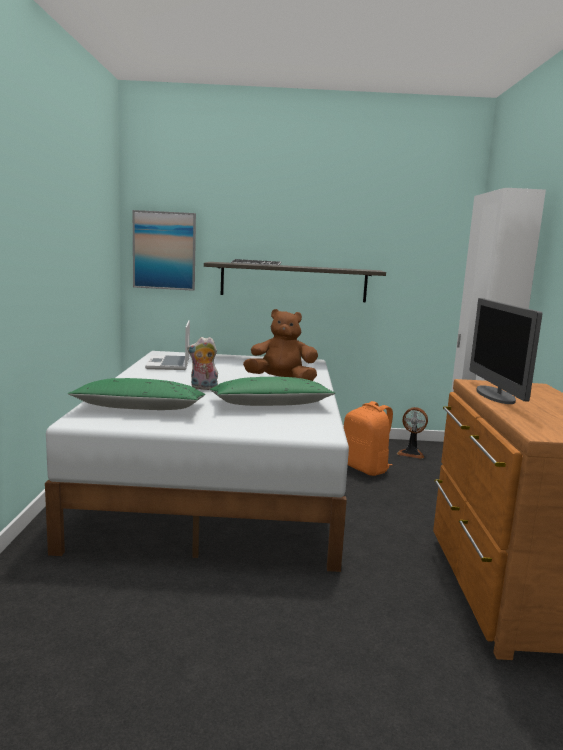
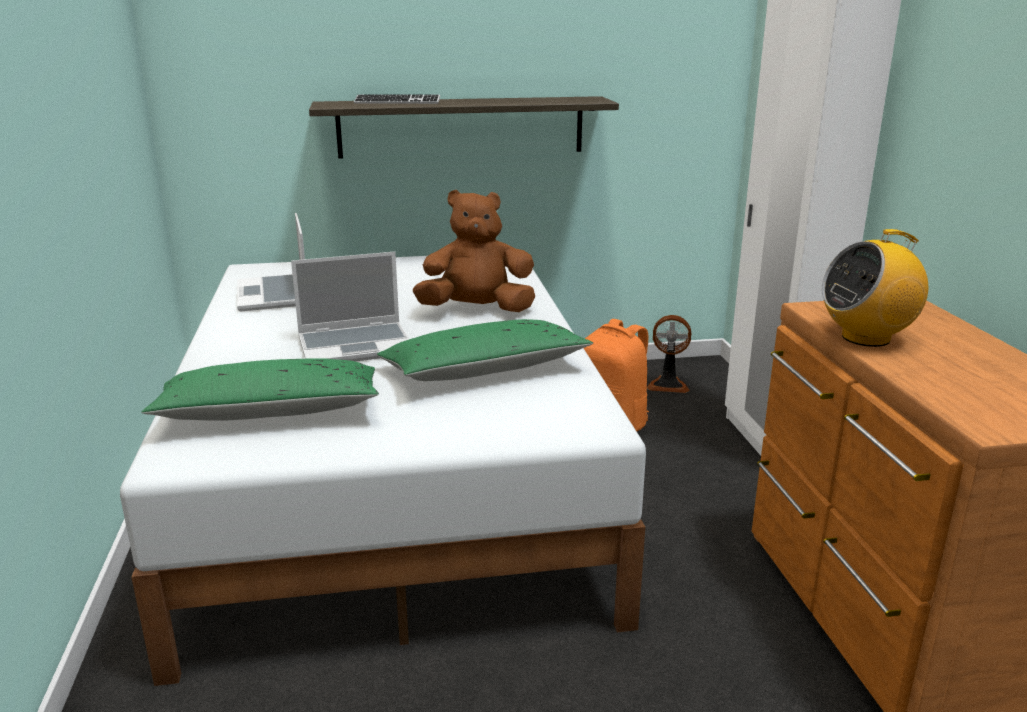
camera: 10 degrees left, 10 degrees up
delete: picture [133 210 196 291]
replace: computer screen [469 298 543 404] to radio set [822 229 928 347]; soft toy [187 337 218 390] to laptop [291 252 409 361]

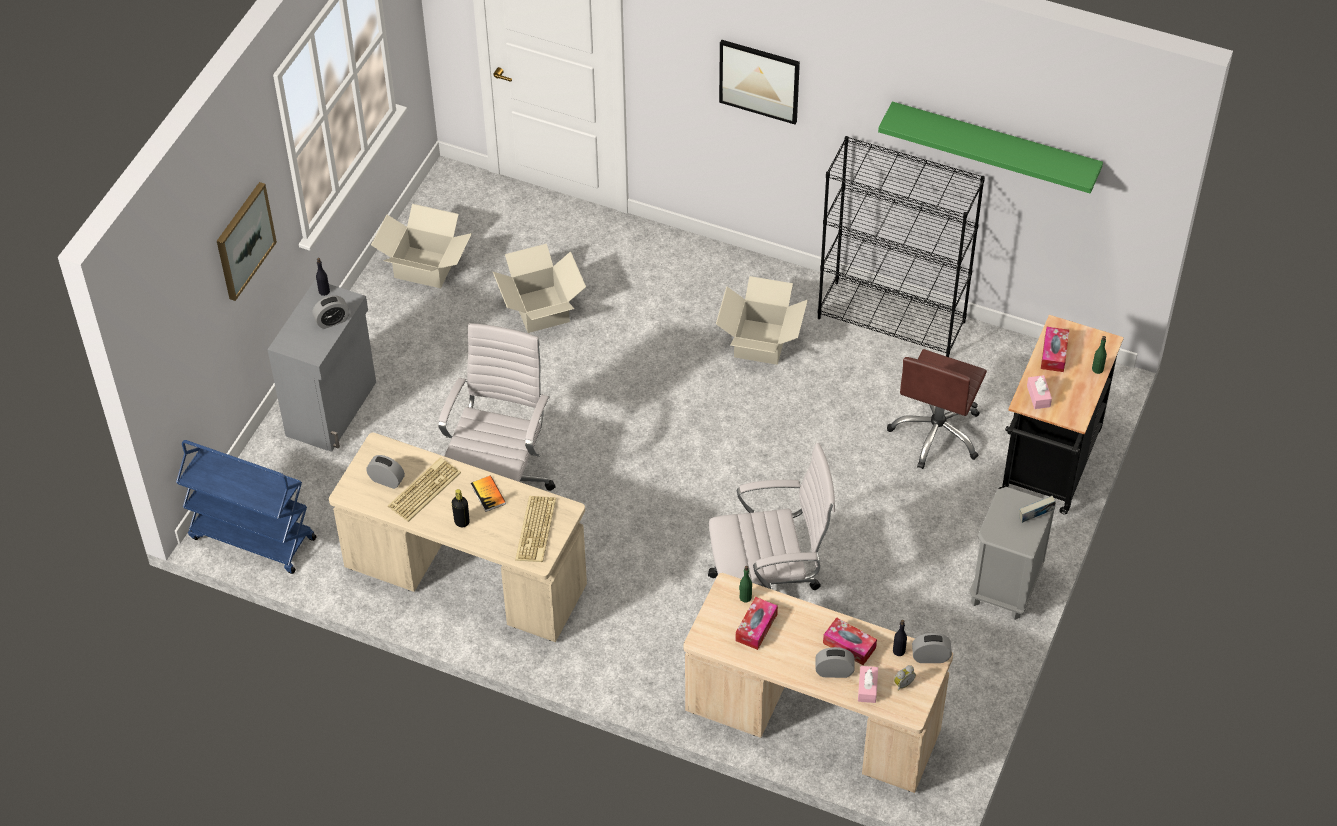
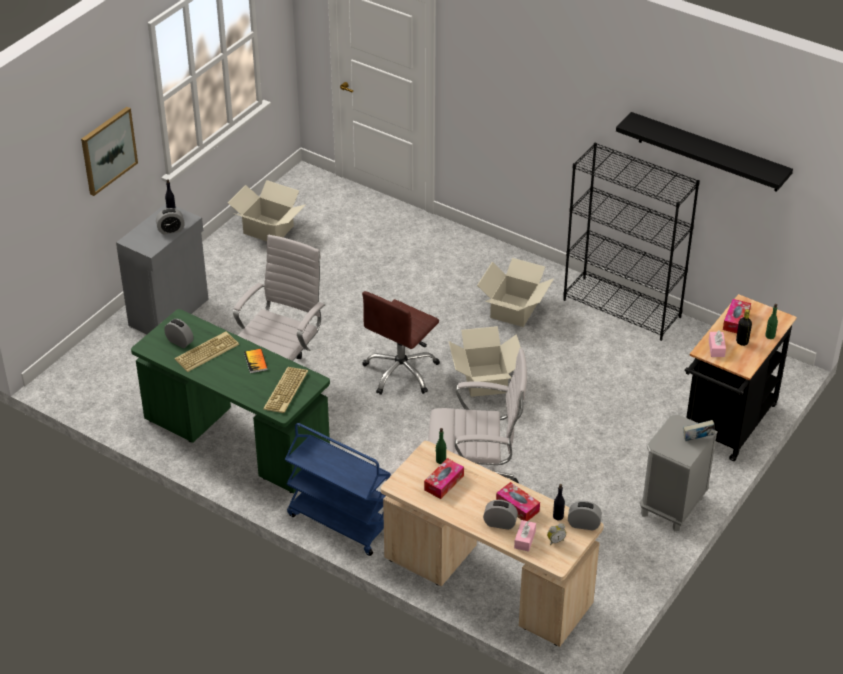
camera: 10 degrees right, 10 degrees down
delete: picture [719 40 800 125]
move: cardboard box [493 244 586 333] to [449 326 521 397]; office chair (brown-coloured) [887 349 987 469] to [362 291 440 395]; trolley (blue-coloured) [176 440 316 574] to [285 423 391 556]; beverage bottle (black) [452 489 470 527] to [736 309 752 346]
recolor: shelf (green) [878 101 1103 194] to shelf (black) [616 112 793 192]; desk unit (sand-coloured) [329 433 587 642] to desk unit (green) [131 309 330 494]

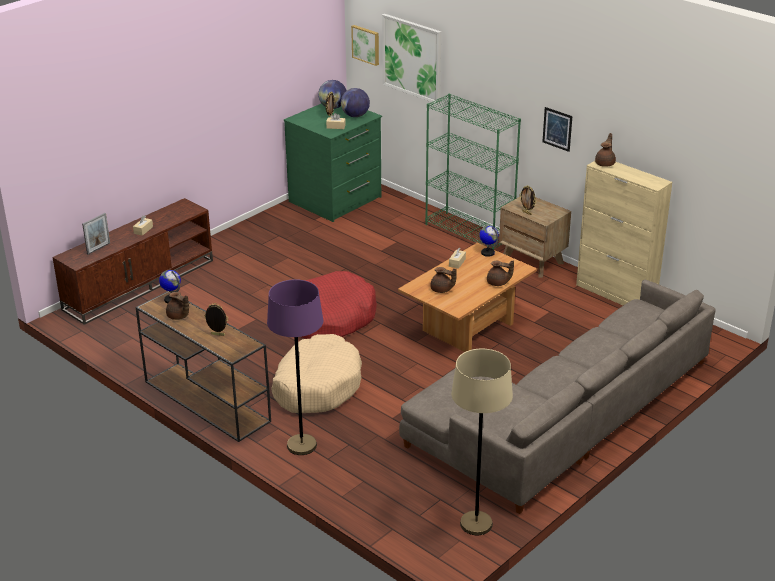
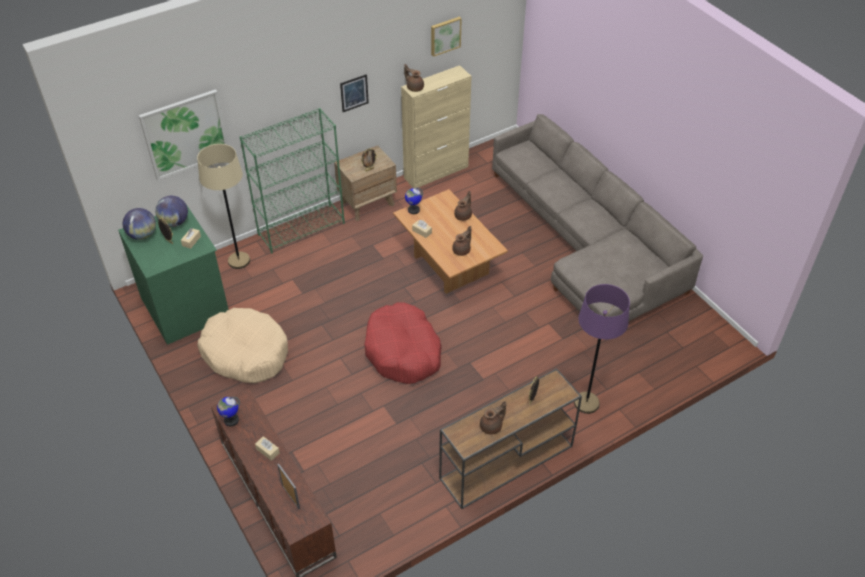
camera: 75 degrees left, 15 degrees up
move: picture [351 25 379 66] to [431 17 462 57]; world globe [159 270 181 304] to [217 397 240 427]; dog cushion (sand-coloured) [271 334 362 413] to [197 308 288 383]; standard lamp (sand-coloured) [451 349 513 535] to [197 144 250 269]

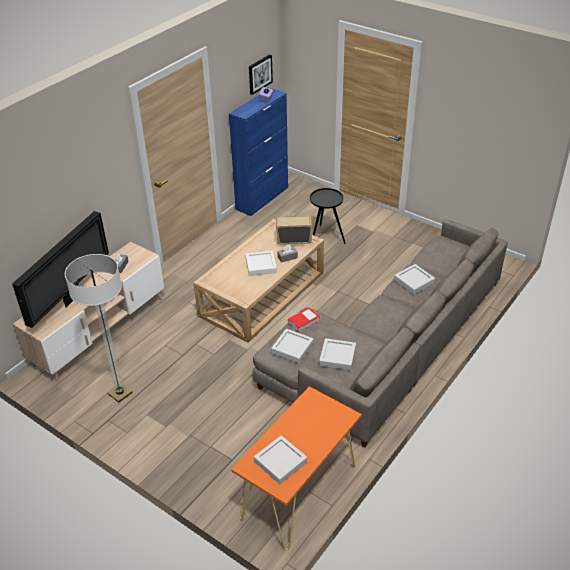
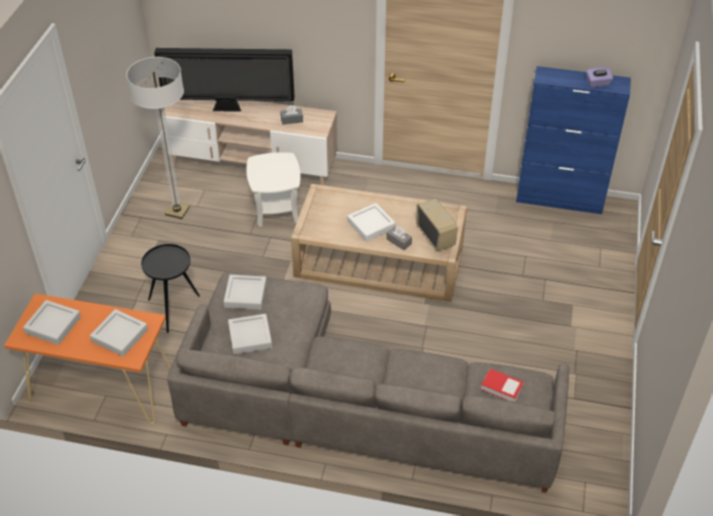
camera: 65 degrees right, 5 degrees up
delete: picture [249 54 273 95]
insert: end table (white-coloured) [246 152 300 227]
move: end table (black) [310 188 346 244] to [141 244 200 333]; carrying tray (gray) [394 264 435 295] to [90 309 148 357]; bound book [288 307 320 332] to [480 368 524 402]

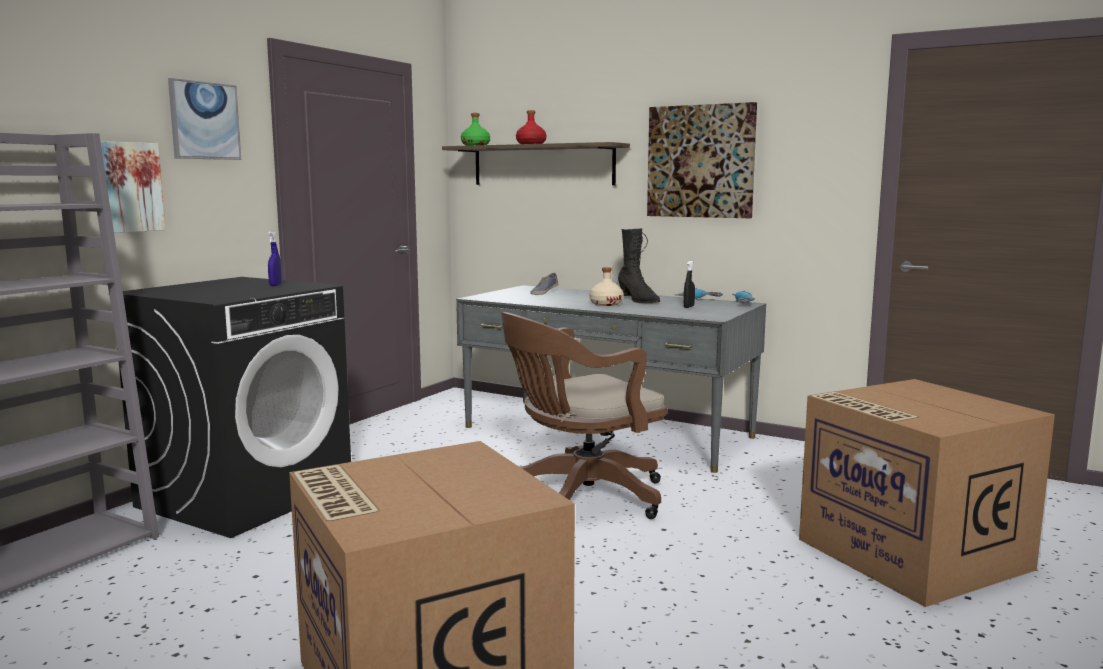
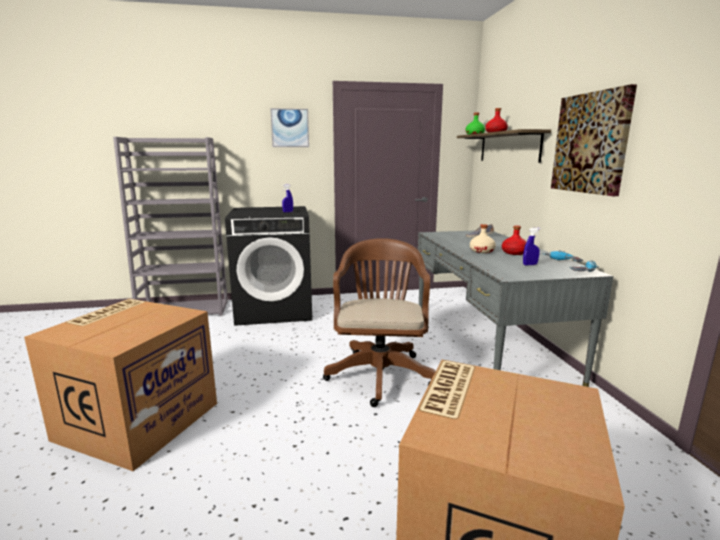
camera: 50 degrees right, 5 degrees up
delete: picture [100 141 166 233]
replace: high-top boot (black) [618 229 660 303] to beverage bottle (reddish) [502 226 527 255]
recolor: sprayer (black) [684 260 695 308] to sprayer (blue-coloured) [523 228 540 265]
rotate: office chair (brown-coloured) [501 312 667 519] = [323 238 436 407] 75 degrees clockwise

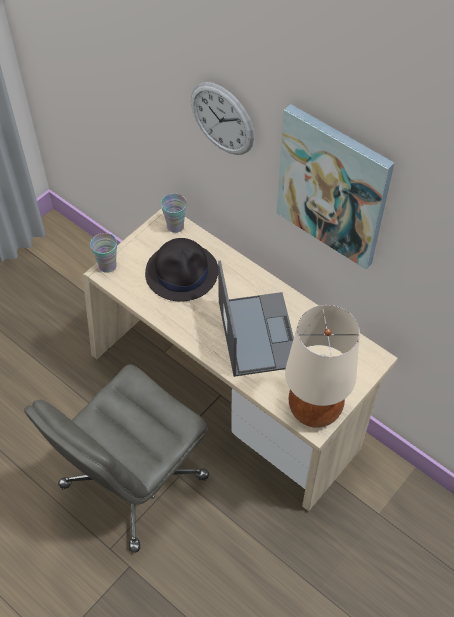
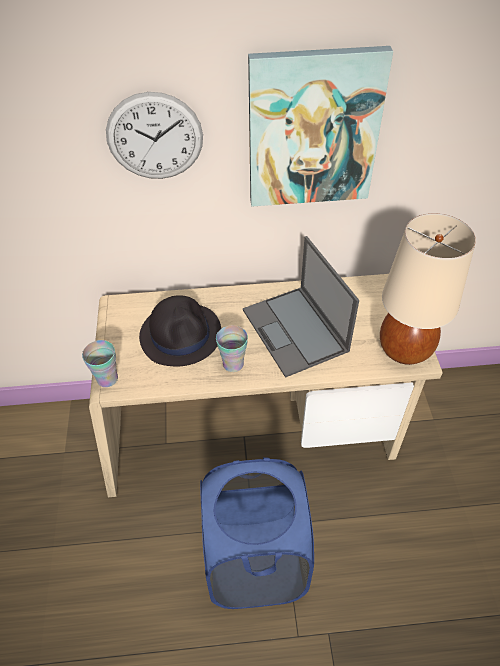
camera: 45 degrees left, 5 degrees down
move: small cup [161 194 187 233] to [216 325 248 372]
replace: office chair (gray) [24 364 209 553] to hamper (blue-coloured) [200 457 314 609]
rotate: laptop [218 261 294 377] = [243 236 359 378] 150 degrees counterclockwise

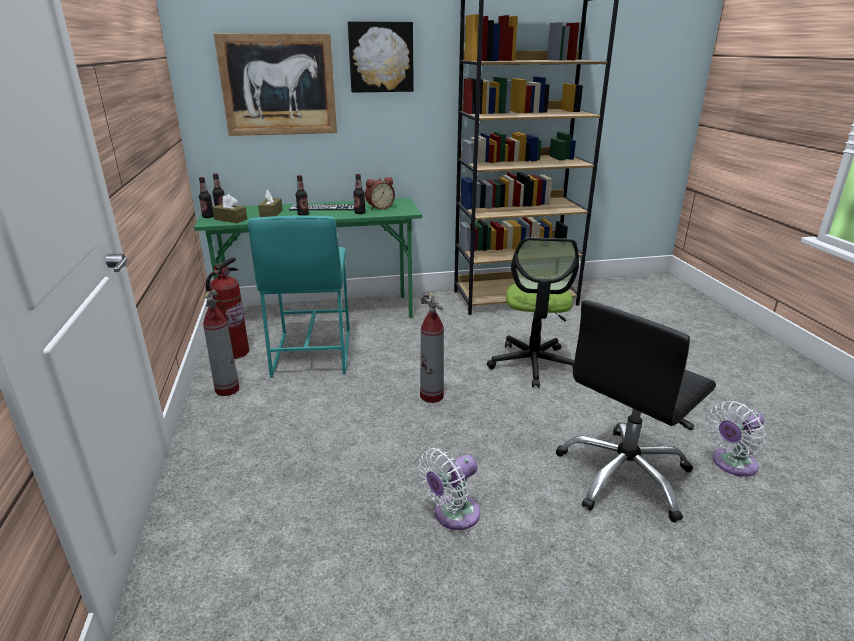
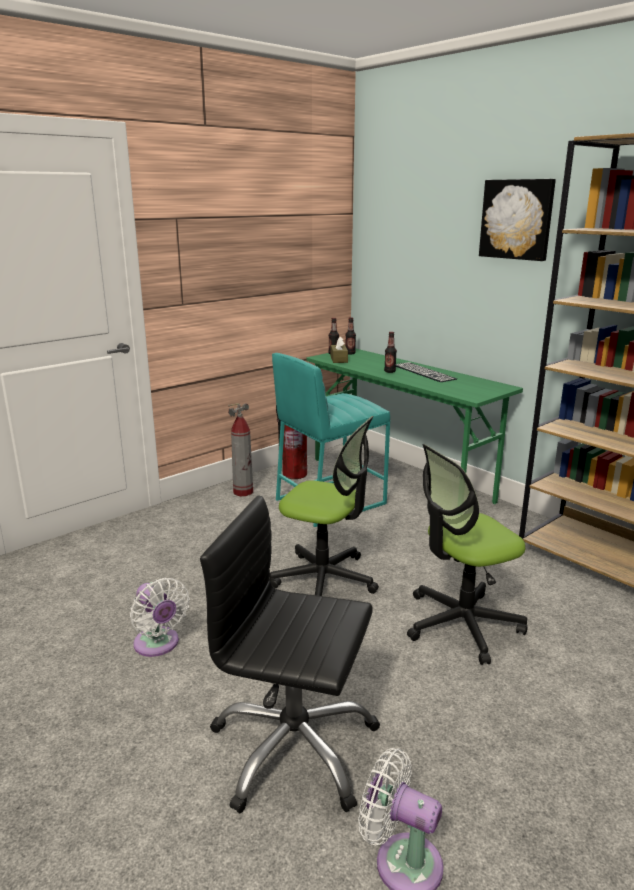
camera: 60 degrees right, 5 degrees down
delete: picture [214 33 337 136]; beverage bottle [353 174 366 214]; alarm clock [365 177 395 210]; box of tissues (brown-coloured) [258 190 283 217]
replace: fire-fighting cylinder [420 291 444 403] to office chair [270 416 379 596]
rotate: electric fan (white-coloured) [419 448 480 530] = [130 578 190 657] 150 degrees counterclockwise

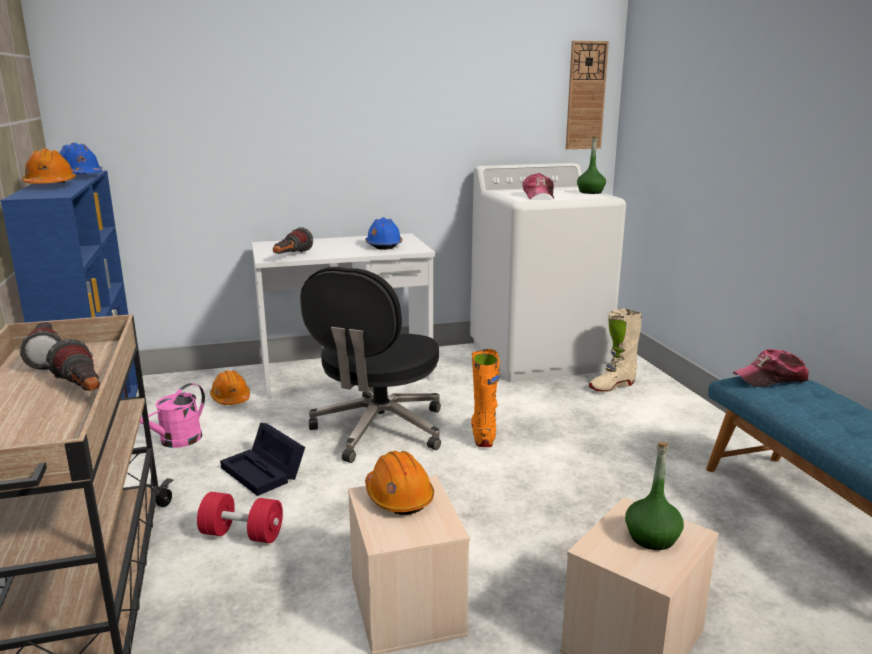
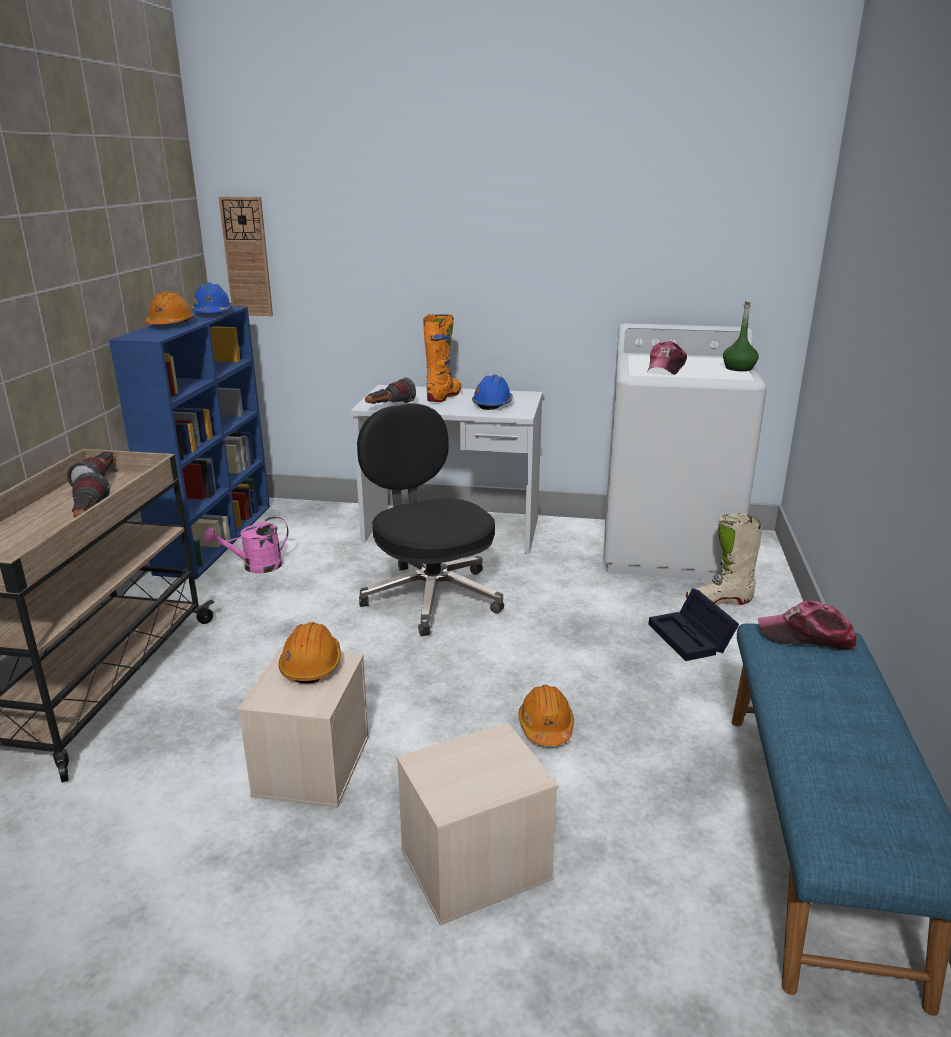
camera: 25 degrees right, 5 degrees up
delete: beverage bottle (green) [625 442 684 550]; dumbbell (reddish) [197 492 283 543]
move: wall clock [566 41 609 149] to [219 197 273 316]; high-top boot (orangey) [471 349 500 447] to [423 314 461 402]; work helmet (orangey) [210 370 250 405] to [519 685 574 746]; storage box (black) [220 423 305 496] to [649 588 739 661]
rotate: office chair (black) [300 267 441 463] = [357 403 504 636] 105 degrees clockwise

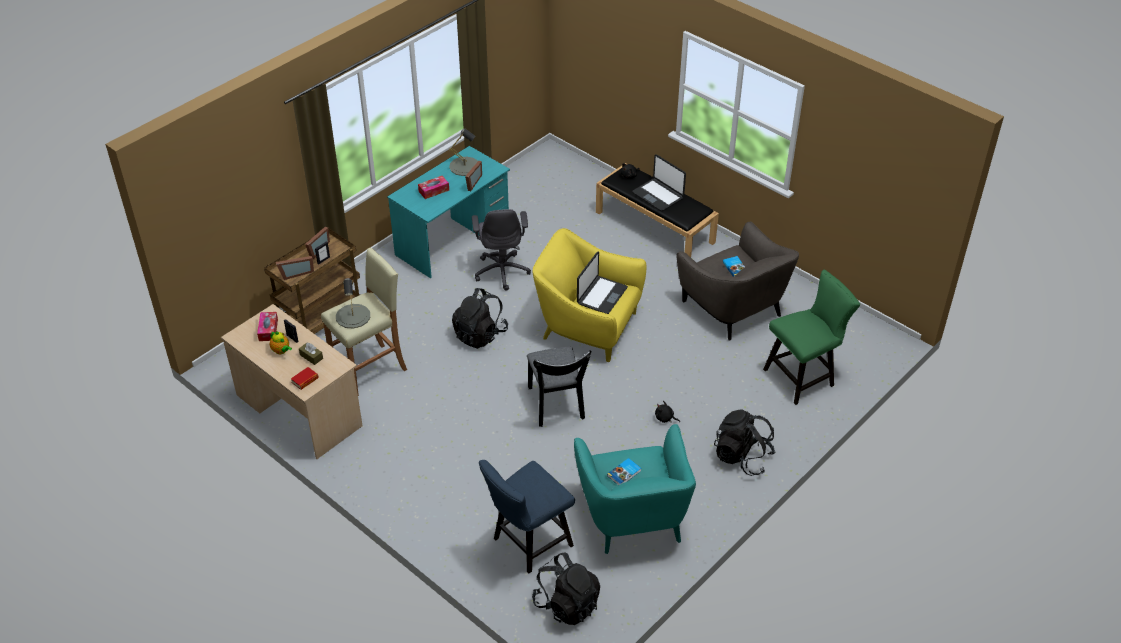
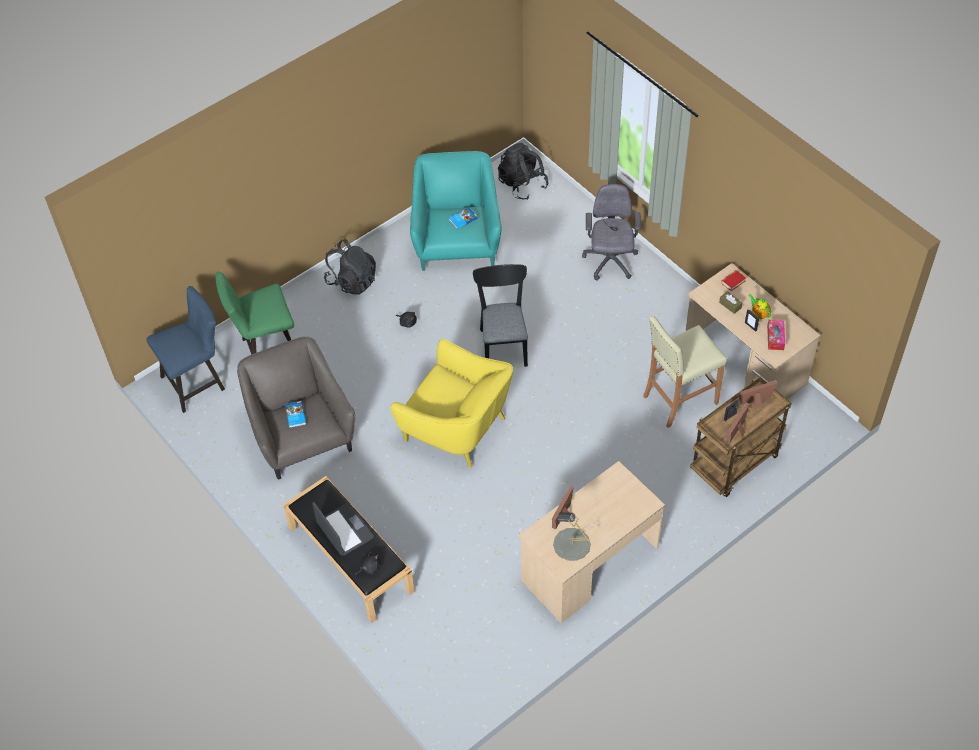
camera: 170 degrees left, 10 degrees up
delete: box of tissues [418 176 449 199]; laptop [577 251 628 314]; tabletop lamp (gray) [336 278 370 329]; rucksack (black) [452 288 508 349]
move: office chair (gray) [472 209 531 291] to [582 184 641 281]; chair (blue-coloured) [479 460 575 573] to [146 286 225 413]
recolor: desk unit (turquoise-coloured) [387 146 510 278] to desk unit (sand-coloured) [518 461 665 623]

